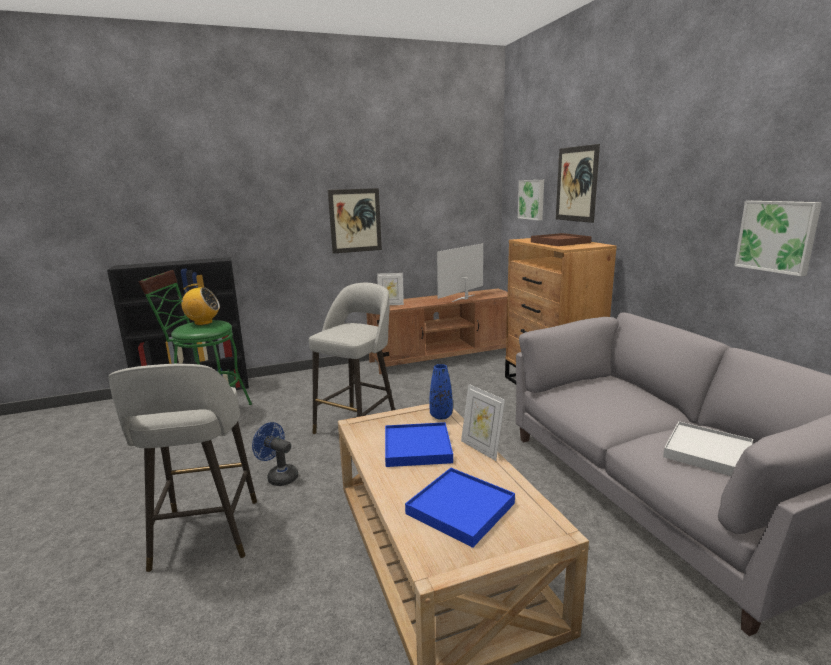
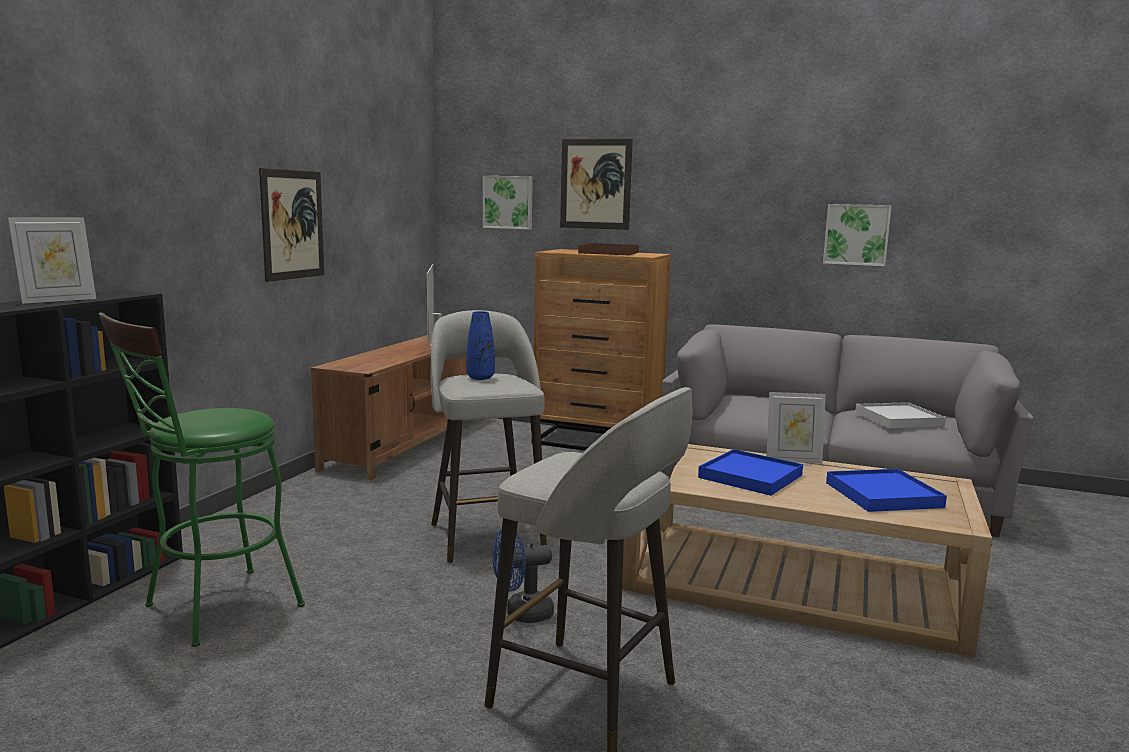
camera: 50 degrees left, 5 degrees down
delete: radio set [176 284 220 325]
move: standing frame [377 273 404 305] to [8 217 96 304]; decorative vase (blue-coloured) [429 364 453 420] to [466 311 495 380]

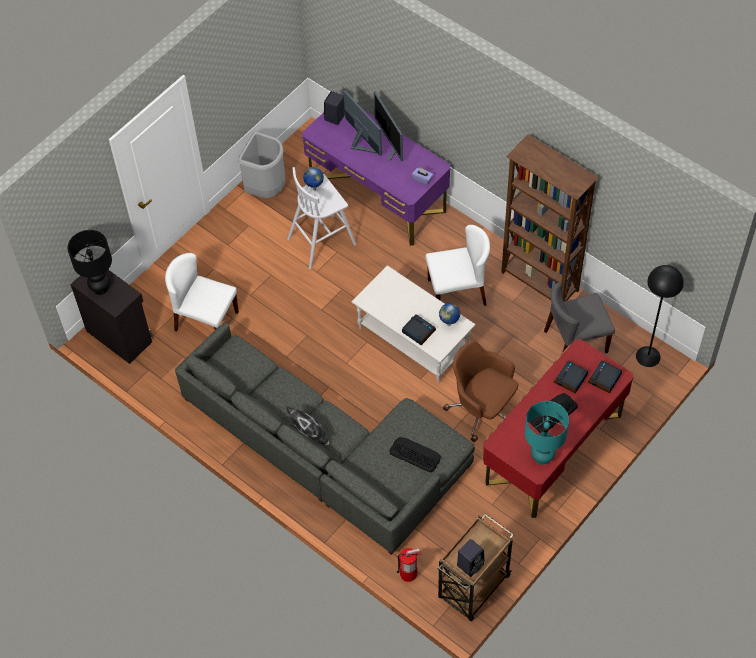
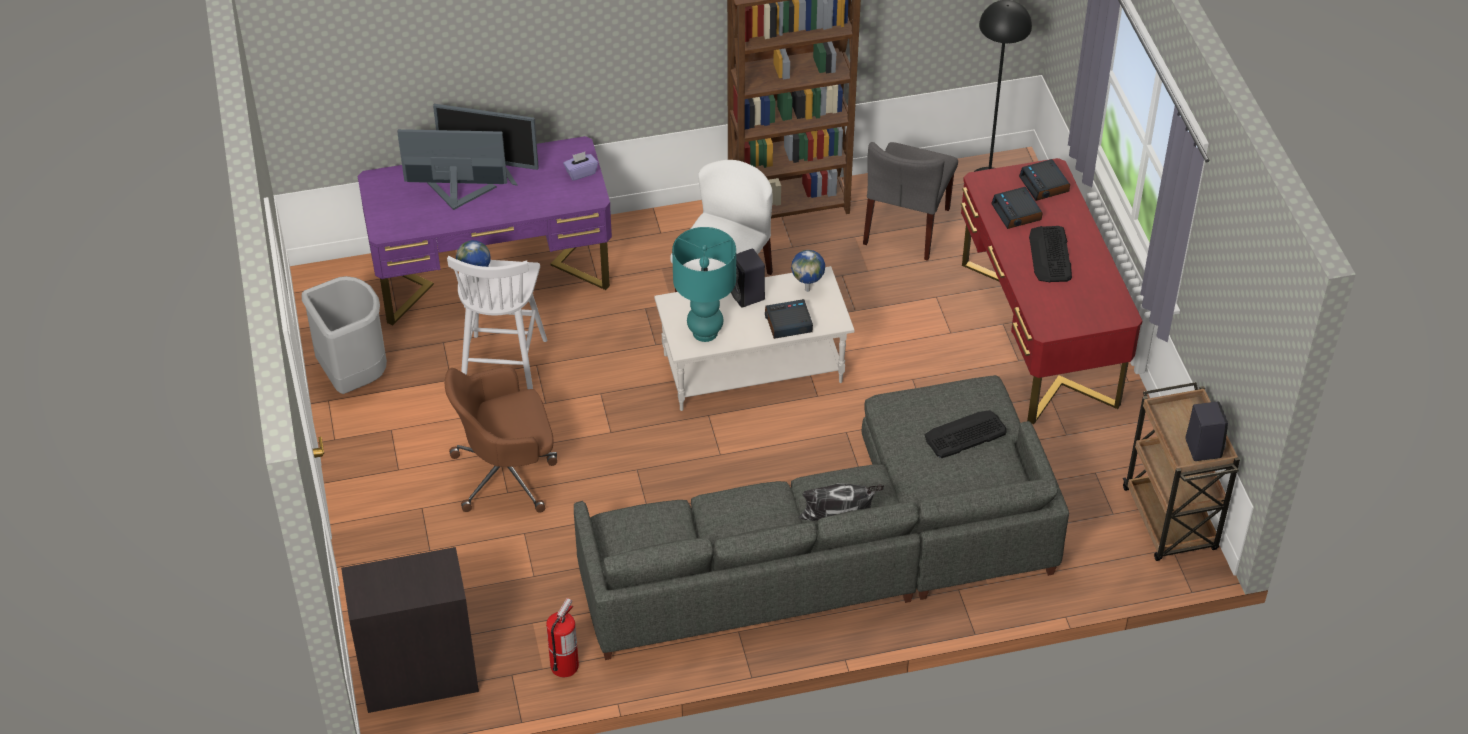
camera: 55 degrees left, 10 degrees down
delete: tabletop lamp (black) [68 230 112 295]; chair (white-coloured) [165 253 239 332]
move: audio speaker (black) [324 91 345 125] to [731 249 765 308]; office chair (brown-coloured) [443 341 518 442] to [445 367 557 513]; tabletop lamp (turquoise-coloured) [525 401 569 465] to [672 227 736 342]; fire-fighting cylinder [397 548 421 582] to [546 598 579 677]

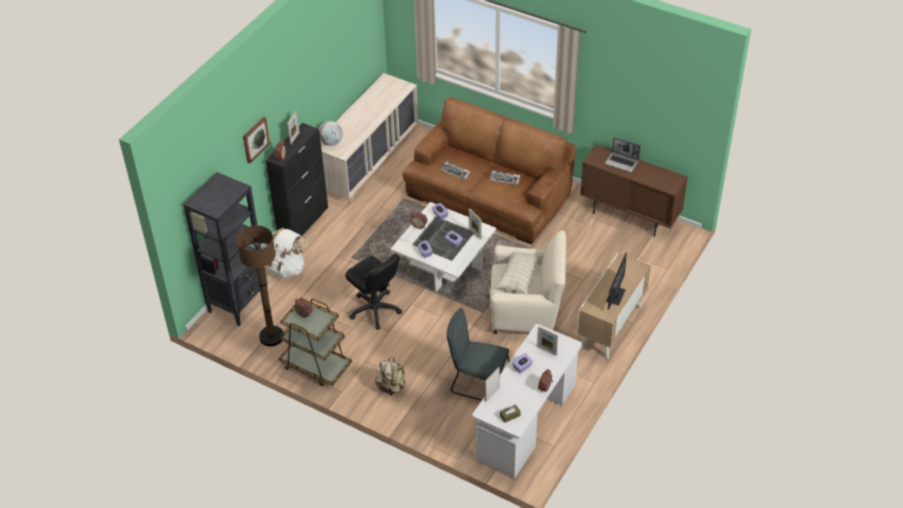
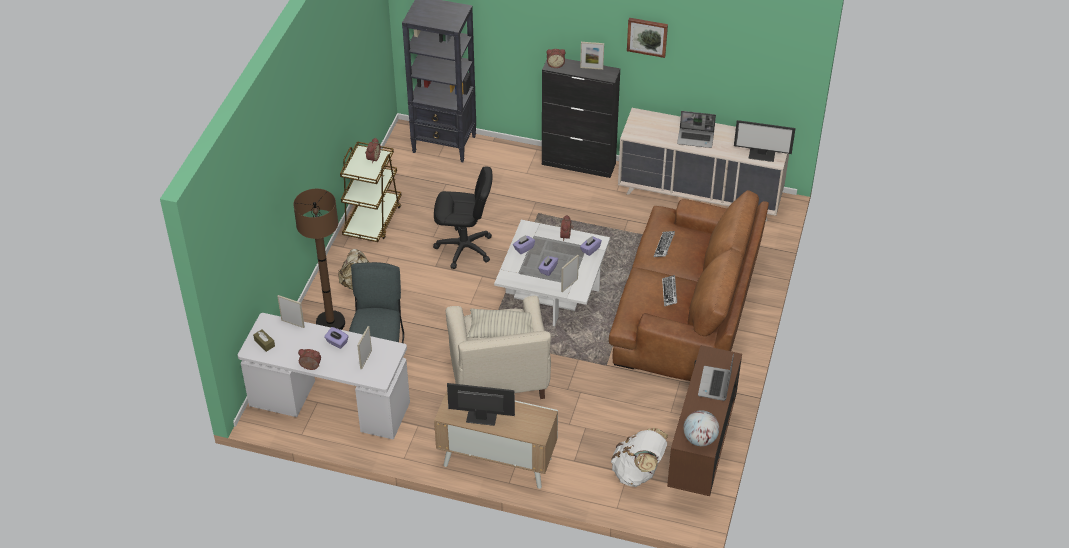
camera: 75 degrees right, 0 degrees up
insert: laptop [677 111 716 148]; computer screen [734 120 796 162]
move: picture [243 117 270 163] to [627 18 668 58]; world globe [319 121 343 146] to [683 410 719 446]; standard lamp (brown-coloured) [237 225 284 346] to [293 189 345 330]; rucksack (white-coloured) [267 228 308 278] to [611 428 668 487]
rotate: office chair (black) [345 254 402 330] = [433 167 492 269] 120 degrees counterclockwise

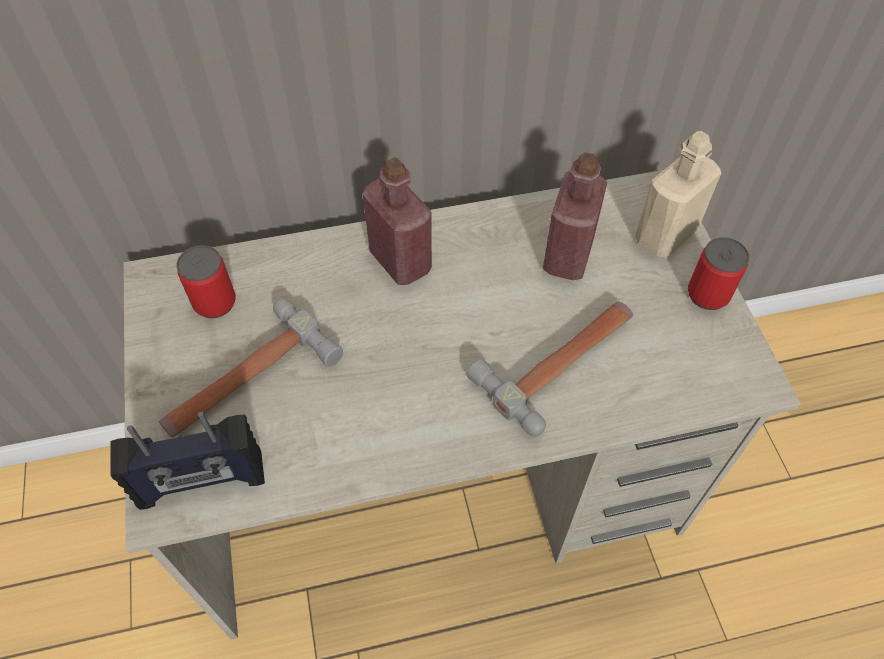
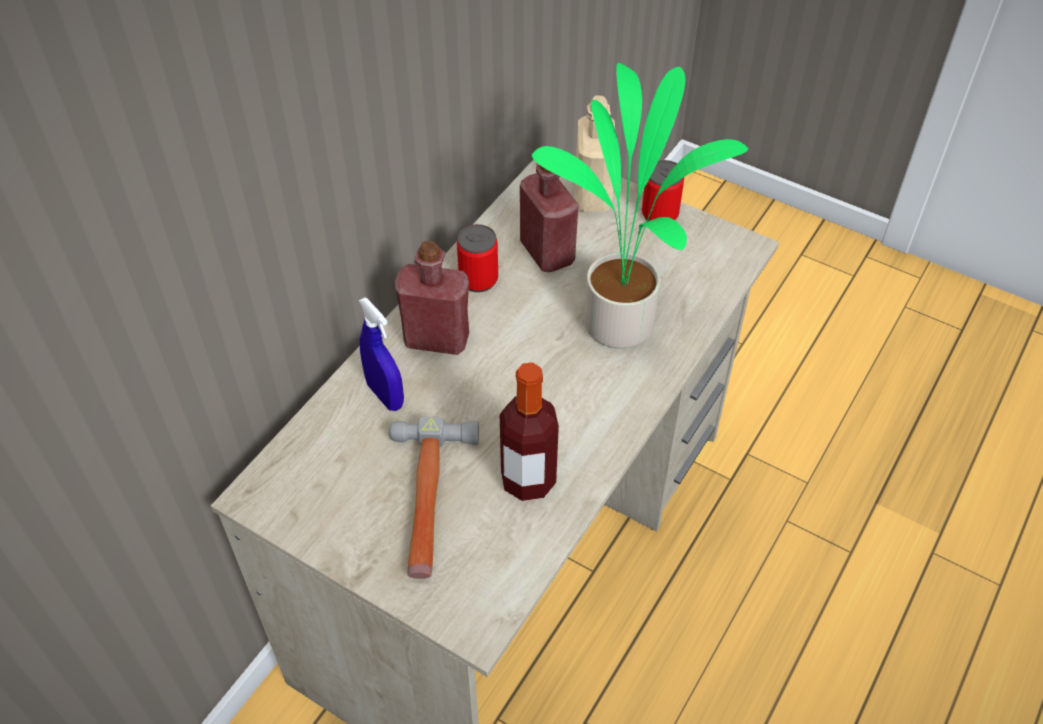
camera: 45 degrees left, 5 degrees down
delete: radio set [110 411 265 510]
insert: sprayer (blue-coloured) [359 297 404 411]; beverage bottle [500 362 559 501]
move: can [176 245 236 318] to [457 224 498 292]
replace: hammer [467 301 633 437] to houseplant [532 63 748 349]

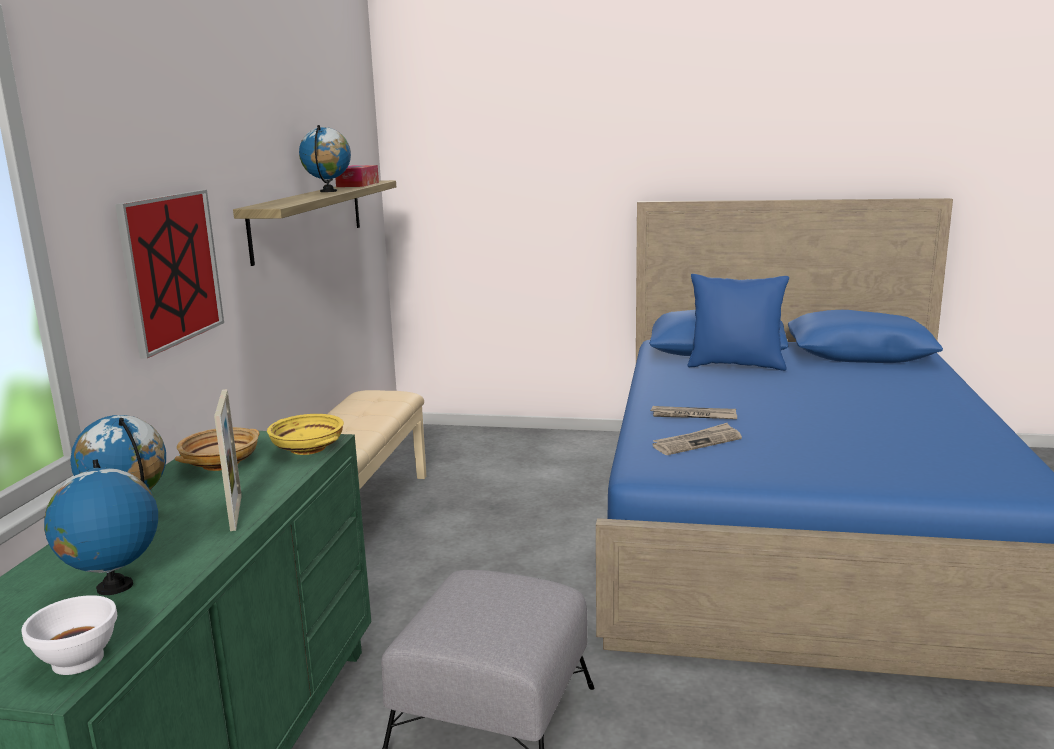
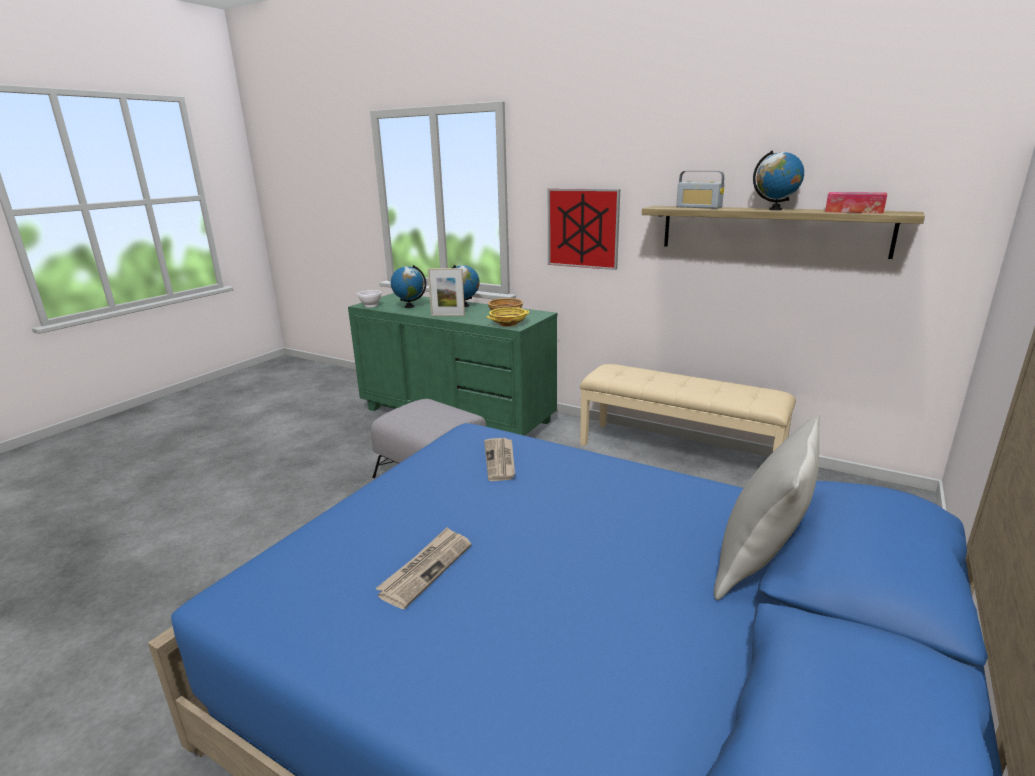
camera: 110 degrees right, 5 degrees up
insert: radio set [676 171 725 209]
move: newspaper [650 406 737 419] to [376 527 471 609]
recolor: throw pillow (blue-coloured) [687 274 789 371] to throw pillow (gray) [714 415 820 600]

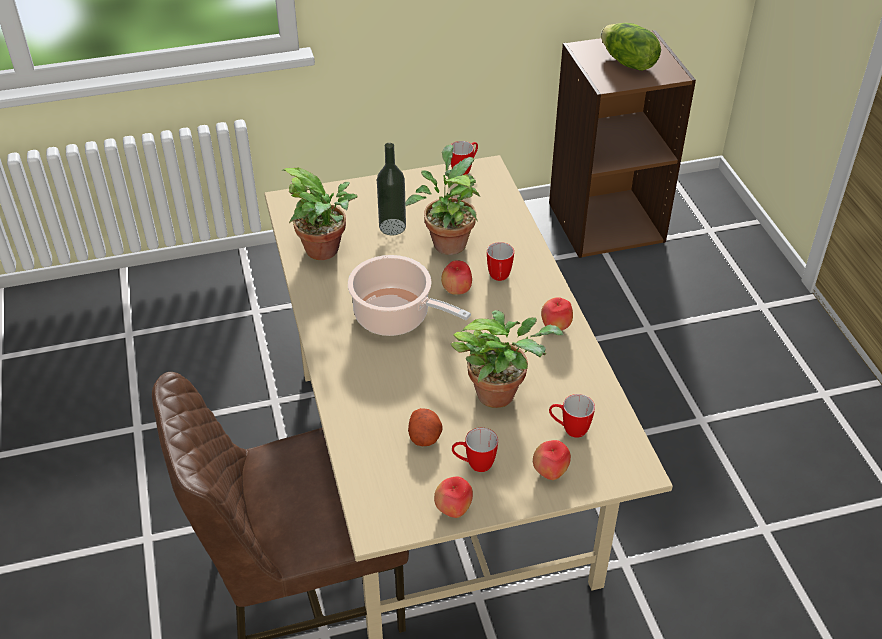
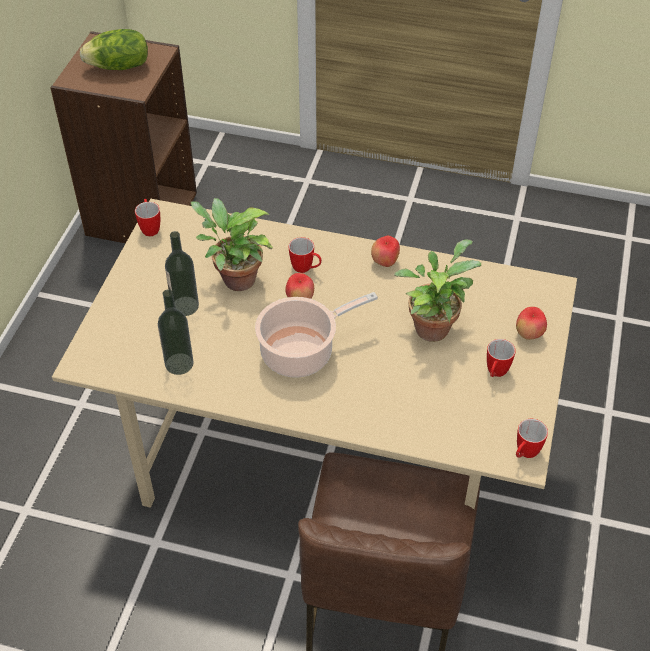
camera: 60 degrees left, 5 degrees up
delete: spud [408 408 443 446]; whole apple [434 476 473 518]
move: coffee mug [549 394 595 438] to [516 419 548 458]
replace: houseplant [283 167 357 260] to beverage bottle [158 289 194 375]

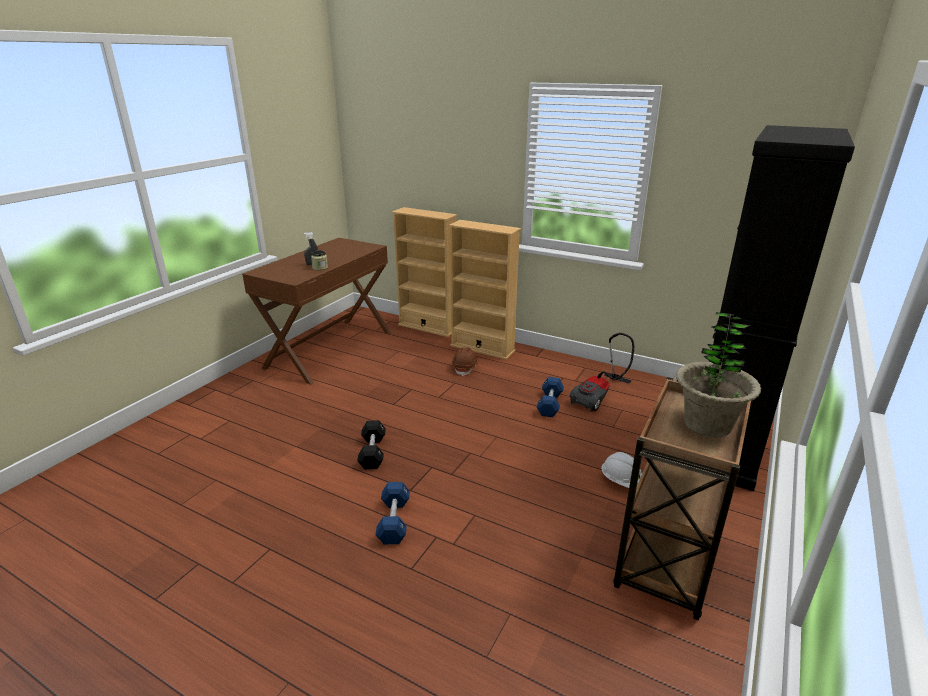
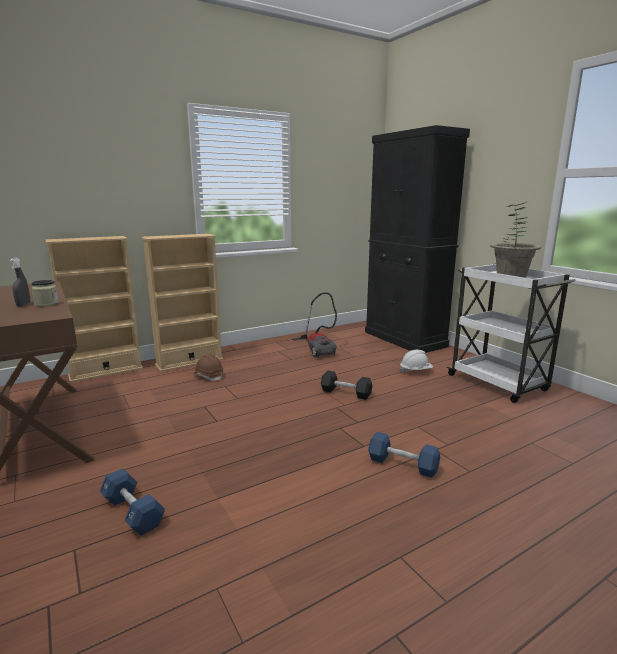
camera: 60 degrees left, 10 degrees down
move: dumbbell (blue-coloured) [537 377 564 417] to [99 468 165 536]; dumbbell (black) [357 420 386 469] to [321 371 372 400]
recolor: trolley (brown-coloured) [613 377 753 620] to trolley (white-coloured) [447 264 576 403]

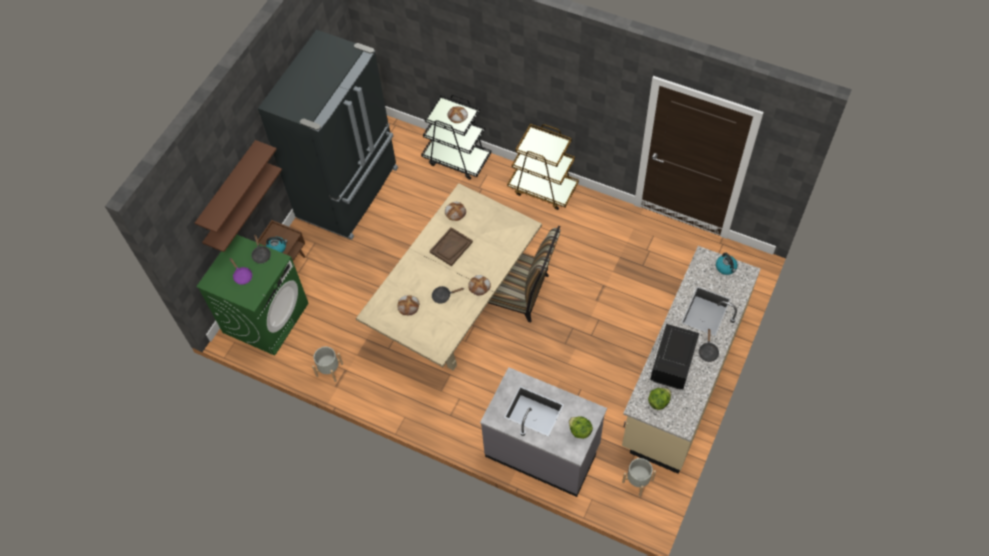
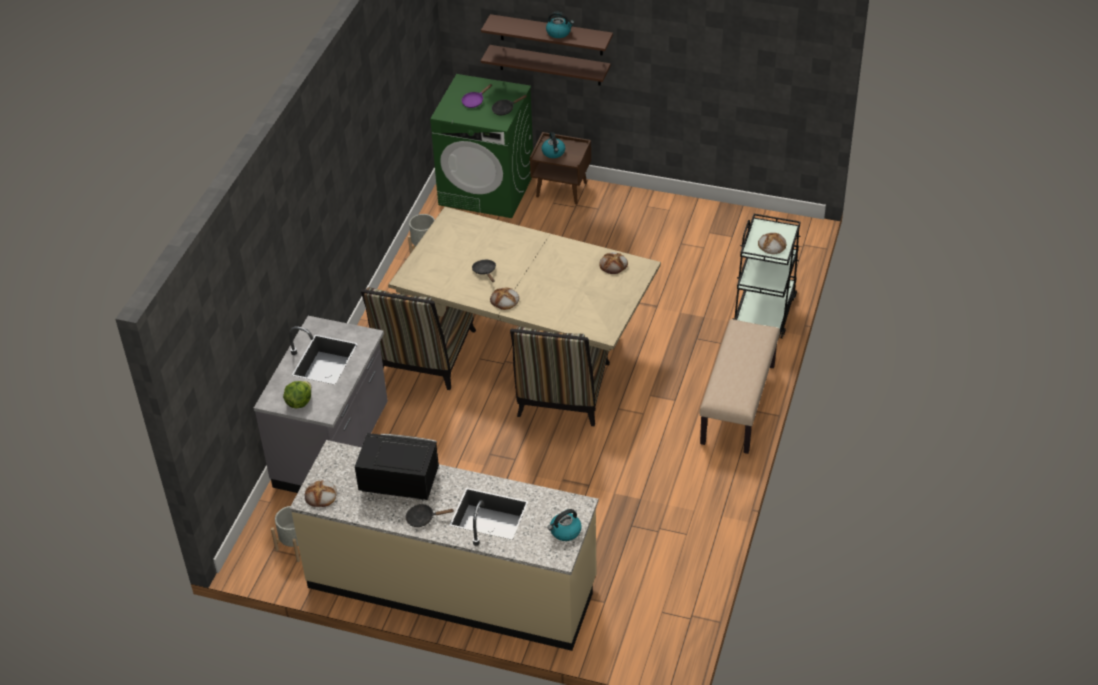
camera: 80 degrees right, 15 degrees down
delete: kitchen fridge (black) [258 30 398 240]; carrying tray (brown-coloured) [430 227 473 266]; head of lettuce [648 388 671 410]
insert: tea kettle [546 12 574 38]; chair [361 287 476 390]
move: baked bread [397 295 419 315] to [304 480 337 507]
replace: trolley (brown-coloured) [507 124 579 210] to indoor bench (sand-coloured) [700 319 780 454]

